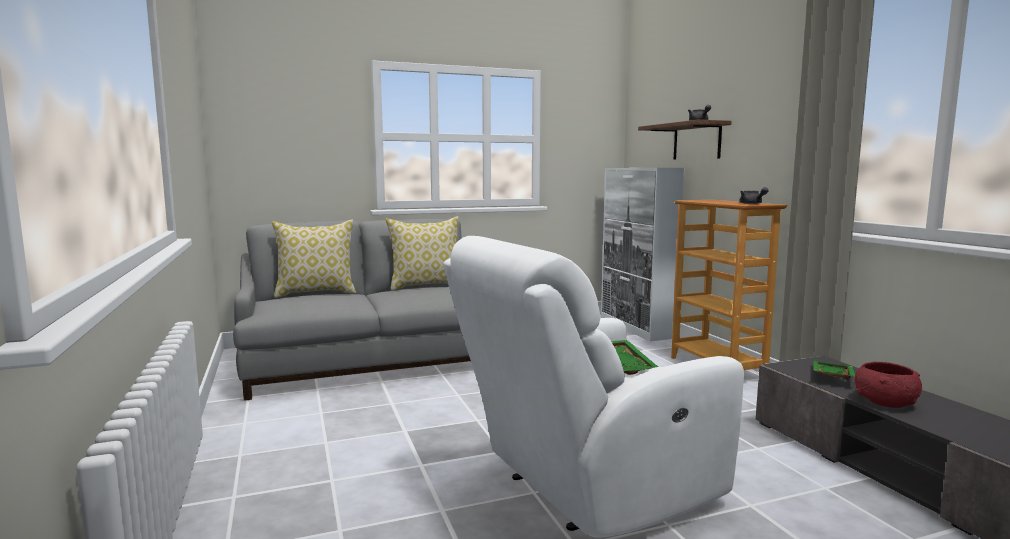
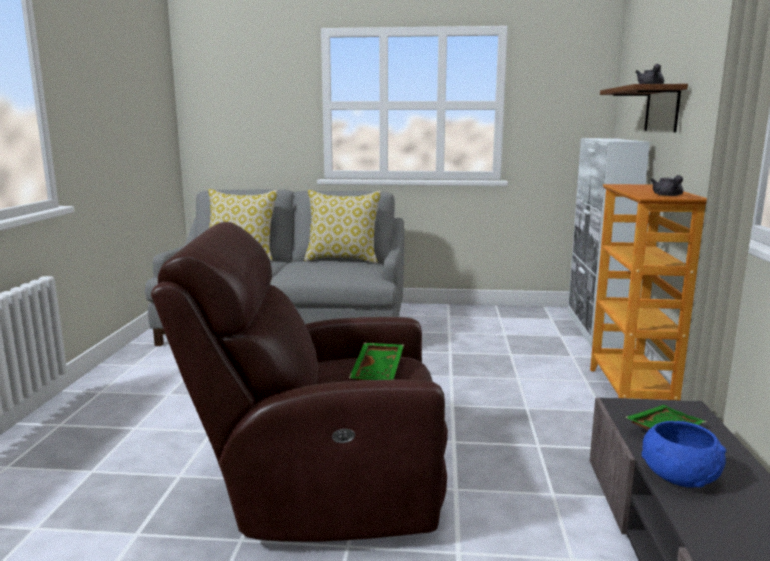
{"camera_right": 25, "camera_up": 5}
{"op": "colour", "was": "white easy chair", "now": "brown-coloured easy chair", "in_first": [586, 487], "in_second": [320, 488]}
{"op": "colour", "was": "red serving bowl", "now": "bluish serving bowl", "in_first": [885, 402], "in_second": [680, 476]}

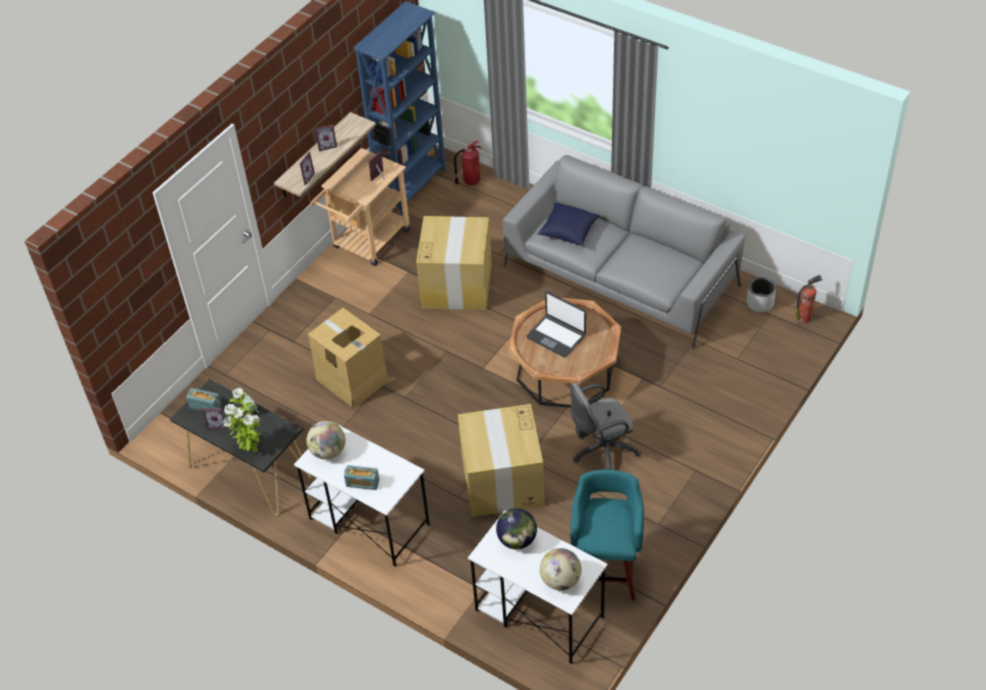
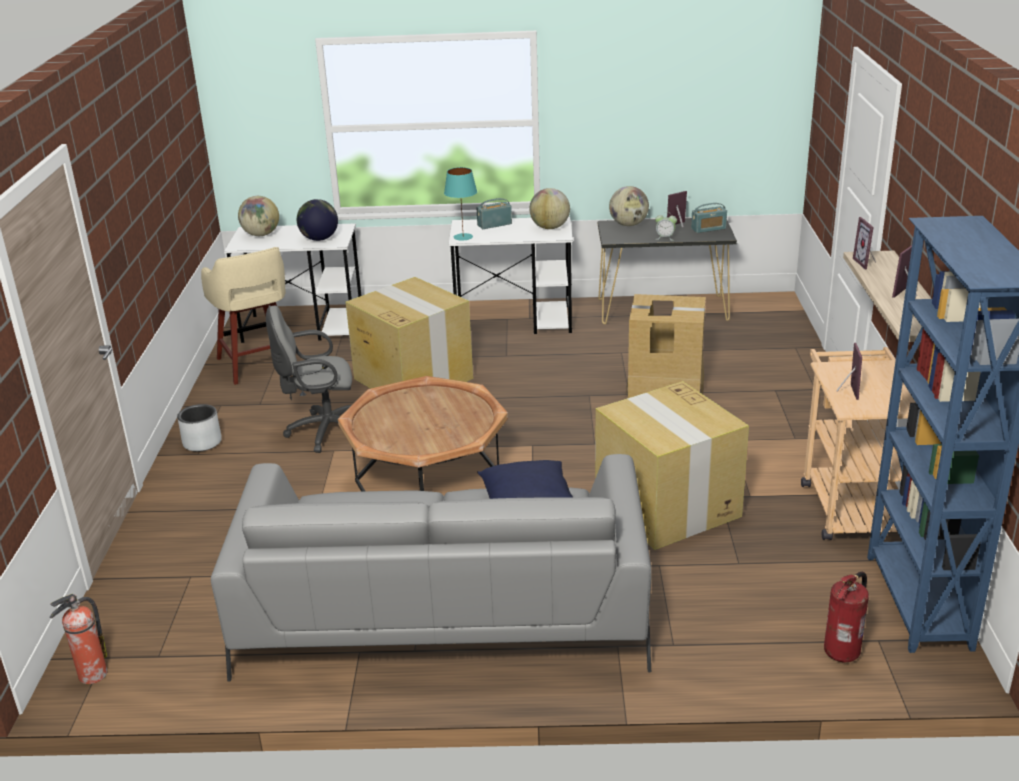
{"camera_right": 145, "camera_up": -20}
{"op": "missing", "was": "notebook computer", "in_first": [556, 336]}
{"op": "appeared", "now": "turquoise-coloured table lamp", "in_second": [463, 237]}
{"op": "relocated", "was": "greyish flower pot", "in_first": [760, 303], "in_second": [202, 443]}
{"op": "exchanged", "was": "plant in a pot", "now": "desk globe", "in_first": [250, 448], "in_second": [628, 225]}
{"op": "colour", "was": "turquoise-coloured sitting stool", "now": "beige sitting stool", "in_first": [606, 569], "in_second": [257, 365]}
{"op": "spun", "was": "greyish office chair", "in_first": [601, 451], "in_second": [323, 431], "clockwise": -135}

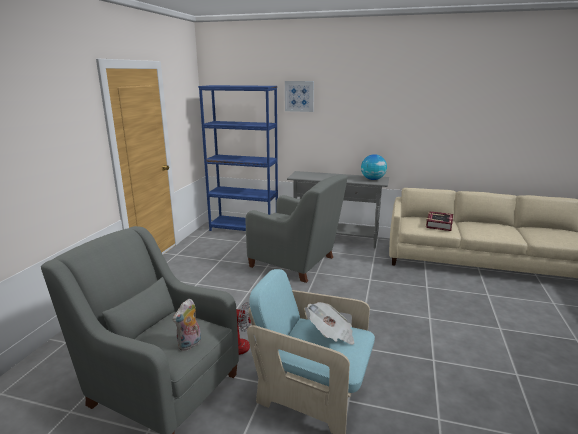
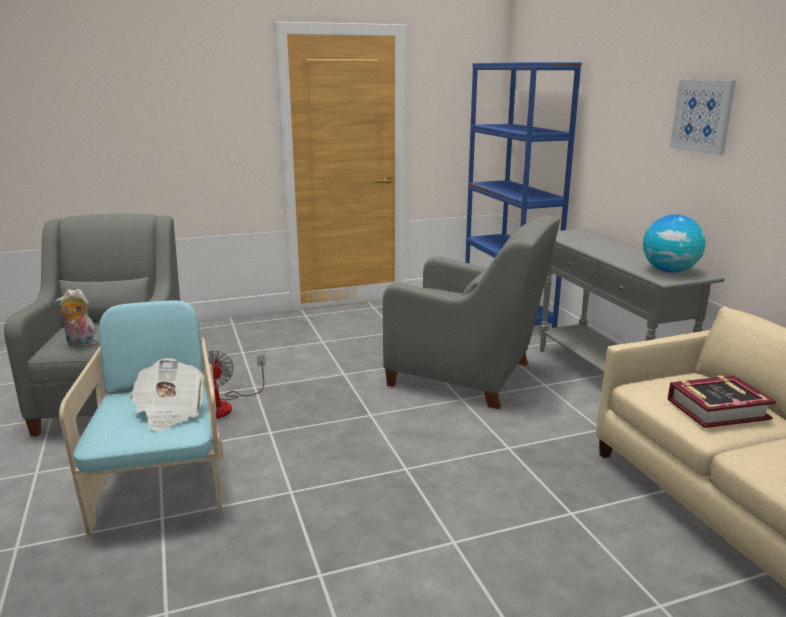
{"camera_right": 55, "camera_up": 0}
{"op": "relocated", "was": "wall art", "in_first": [299, 96], "in_second": [702, 116]}
{"op": "spun", "was": "greyish easy chair", "in_first": [295, 263], "in_second": [466, 375], "clockwise": -60}

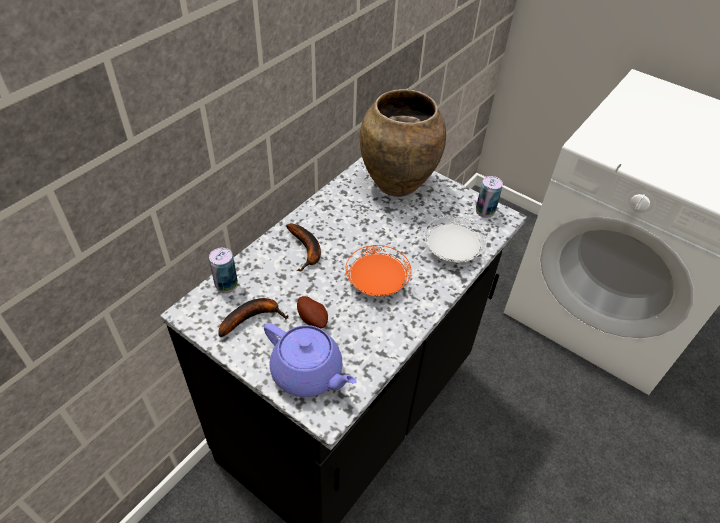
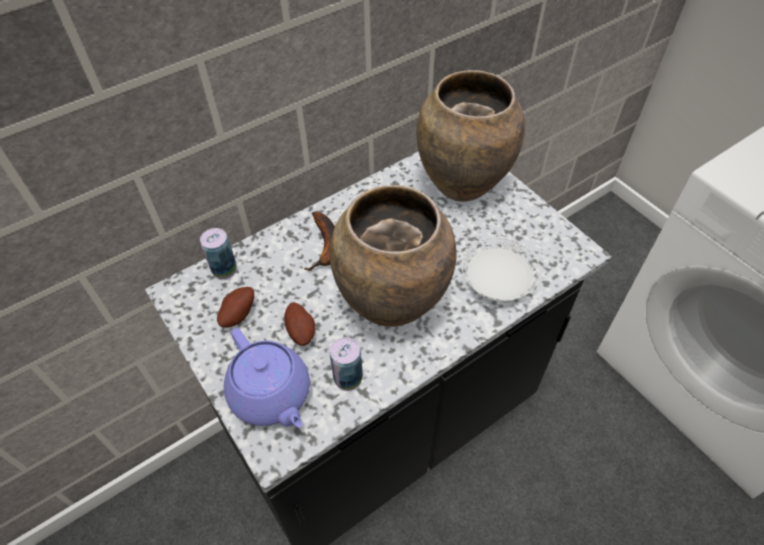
{"camera_right": 20, "camera_up": 5}
{"op": "relocated", "was": "can", "in_first": [485, 211], "in_second": [348, 378]}
{"op": "exchanged", "was": "banana fruit", "now": "potato", "in_first": [253, 317], "in_second": [237, 314]}
{"op": "exchanged", "was": "orange-coloured plate", "now": "brown-coloured decorative vase", "in_first": [377, 282], "in_second": [391, 303]}

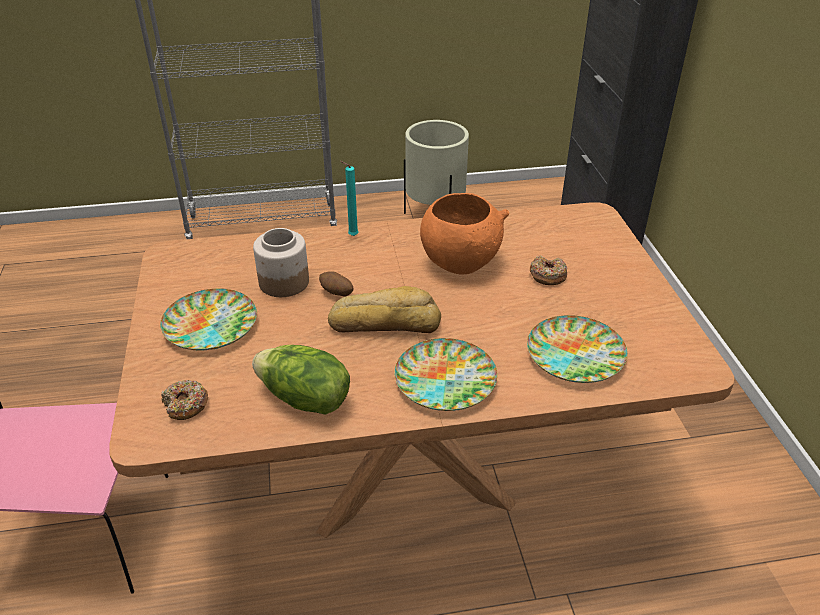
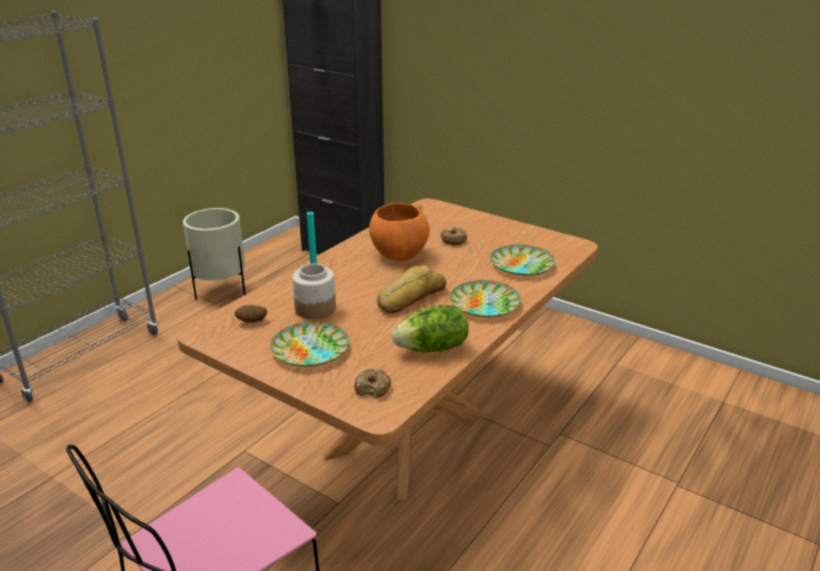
{"camera_right": -45, "camera_up": -10}
{"op": "relocated", "was": "potato", "in_first": [336, 293], "in_second": [252, 322]}

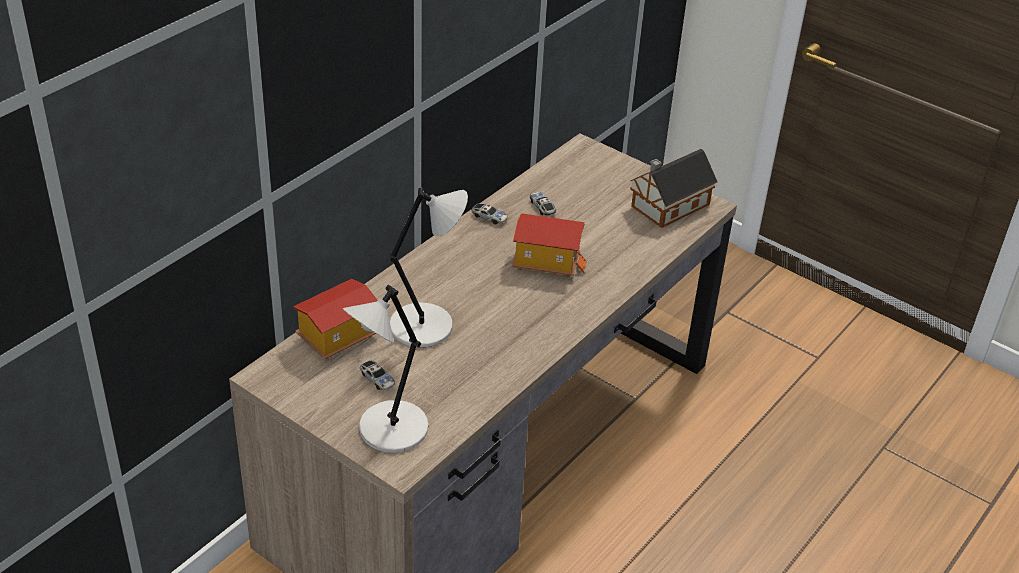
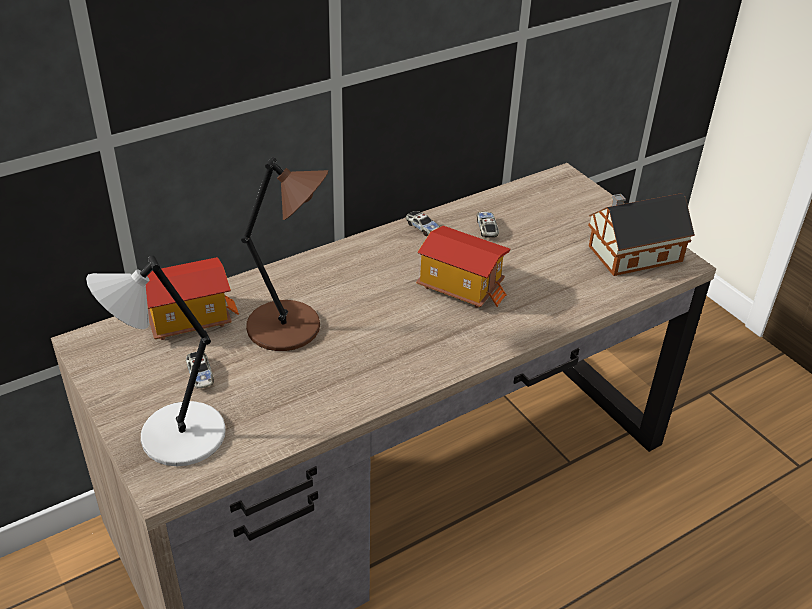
{"camera_right": 20, "camera_up": 0}
{"op": "colour", "was": "greyish table lamp", "now": "brown-coloured table lamp", "in_first": [425, 326], "in_second": [288, 328]}

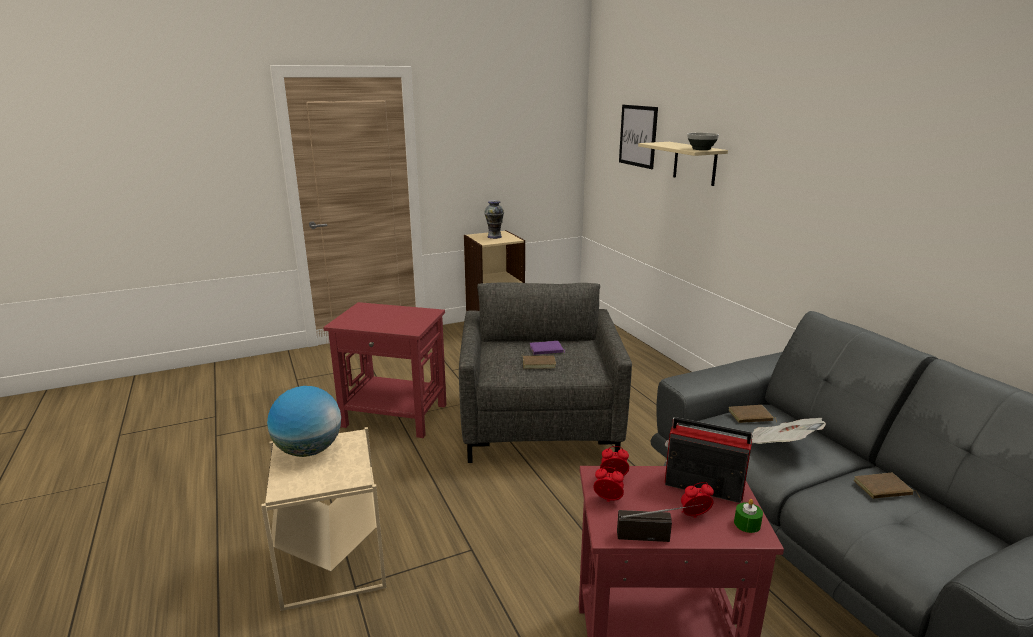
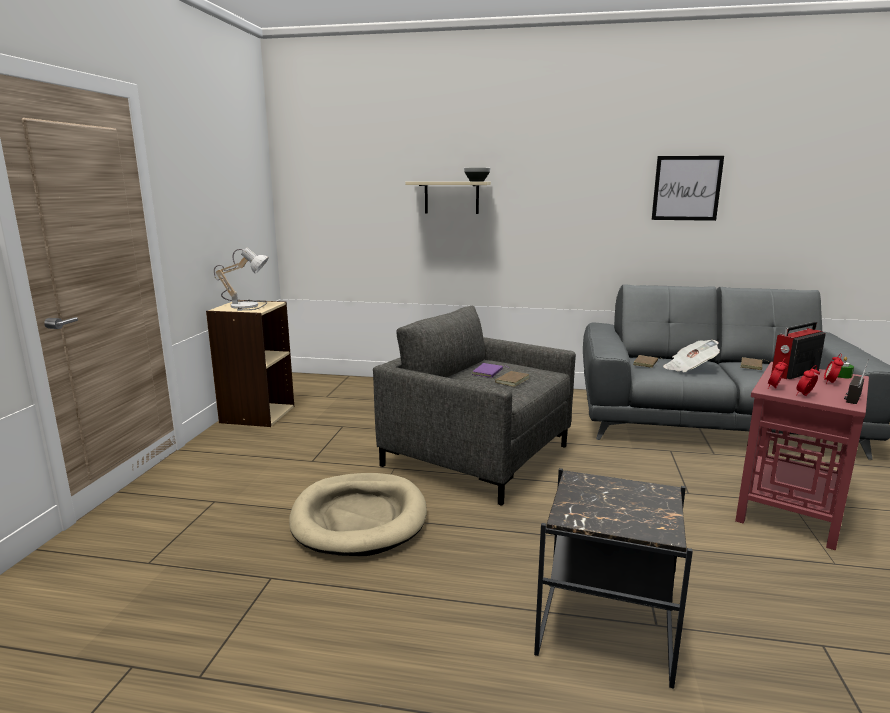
{"camera_right": -55, "camera_up": -5}
{"op": "missing", "was": "desk globe", "in_first": [309, 450]}
{"op": "relocated", "was": "wall art", "in_first": [638, 136], "in_second": [686, 188]}
{"op": "exchanged", "was": "red end table", "now": "beige dog cushion", "in_first": [394, 416], "in_second": [359, 518]}
{"op": "exchanged", "was": "decorative vase", "now": "table lamp", "in_first": [494, 236], "in_second": [247, 305]}
{"op": "colour", "was": "beige end table", "now": "black-coloured end table", "in_first": [334, 560], "in_second": [604, 628]}

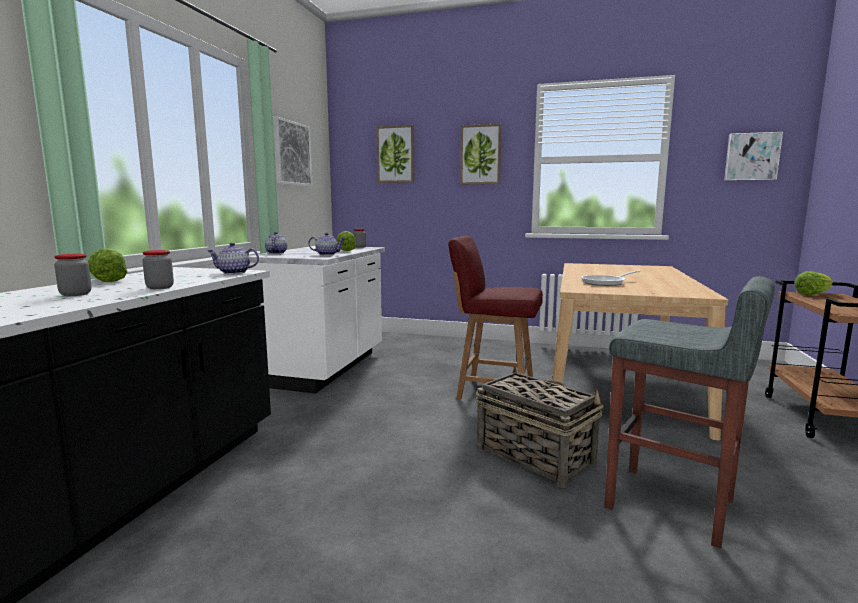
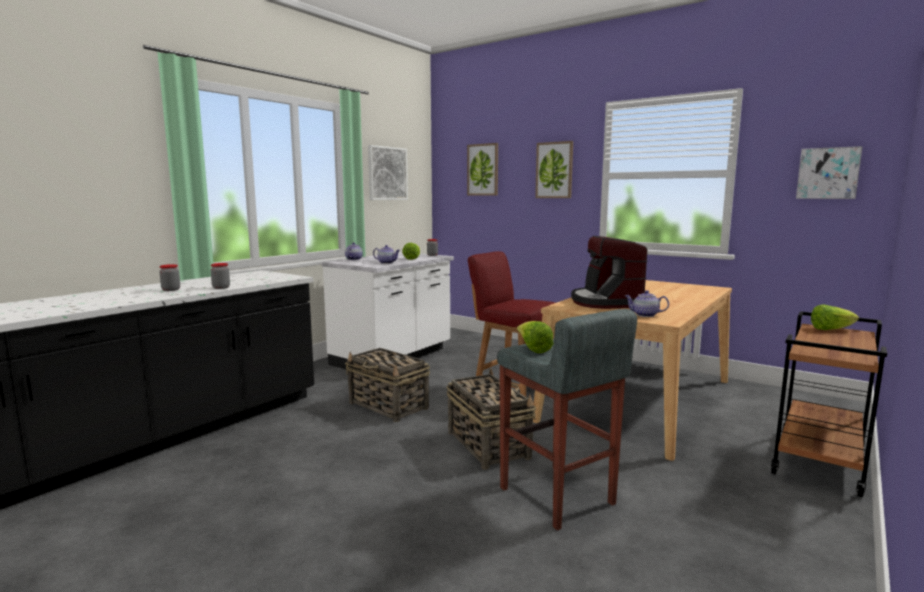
{"camera_right": 20, "camera_up": 0}
{"op": "appeared", "now": "storage basket", "in_second": [389, 406]}
{"op": "relocated", "was": "lettuce head", "in_first": [108, 281], "in_second": [533, 349]}
{"op": "relocated", "was": "pot for tea", "in_first": [233, 273], "in_second": [645, 315]}
{"op": "exchanged", "was": "skillet", "now": "coffee machine", "in_first": [606, 283], "in_second": [606, 302]}

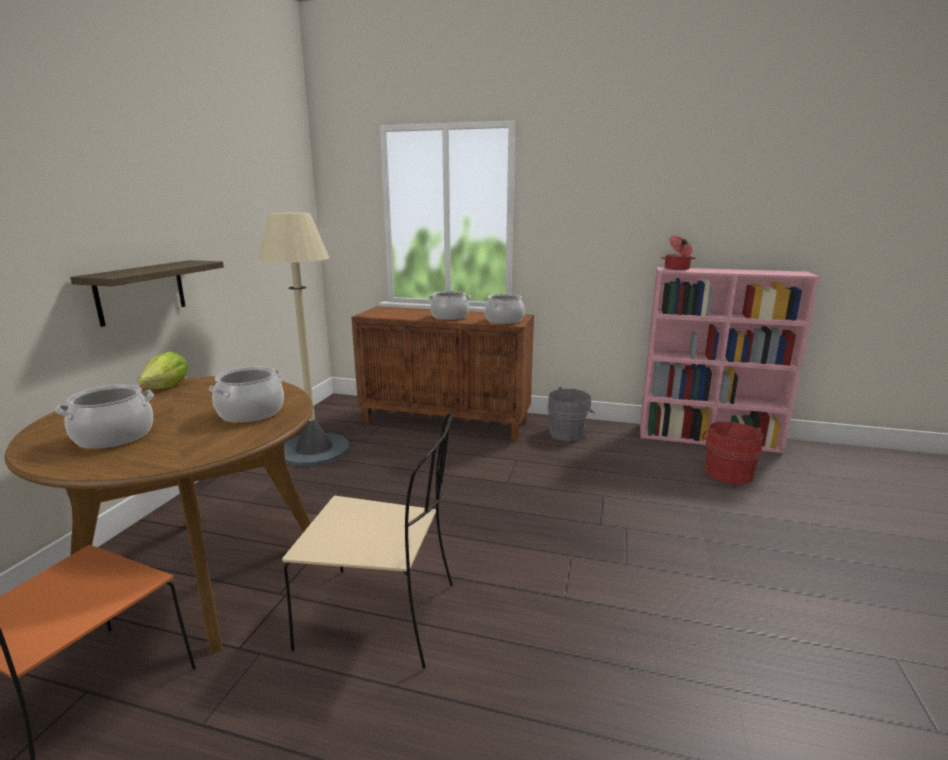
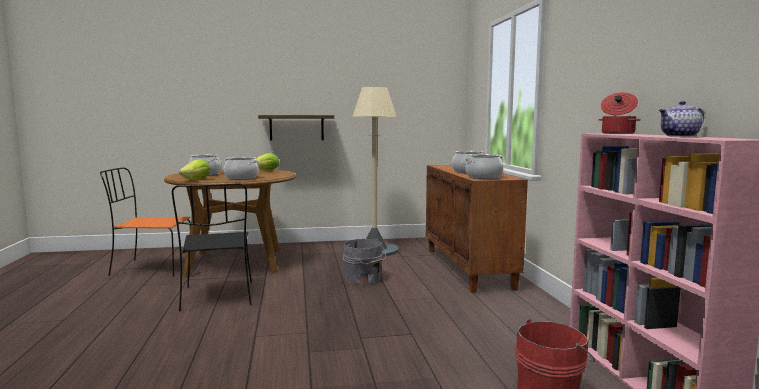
{"camera_right": 65, "camera_up": -10}
{"op": "appeared", "now": "lettuce head", "in_second": [196, 180]}
{"op": "appeared", "now": "pot for tea", "in_second": [679, 136]}
{"op": "relocated", "was": "greyish bucket", "in_first": [569, 432], "in_second": [363, 279]}
{"op": "colour", "was": "beige chair", "now": "black-coloured chair", "in_first": [382, 616], "in_second": [218, 297]}

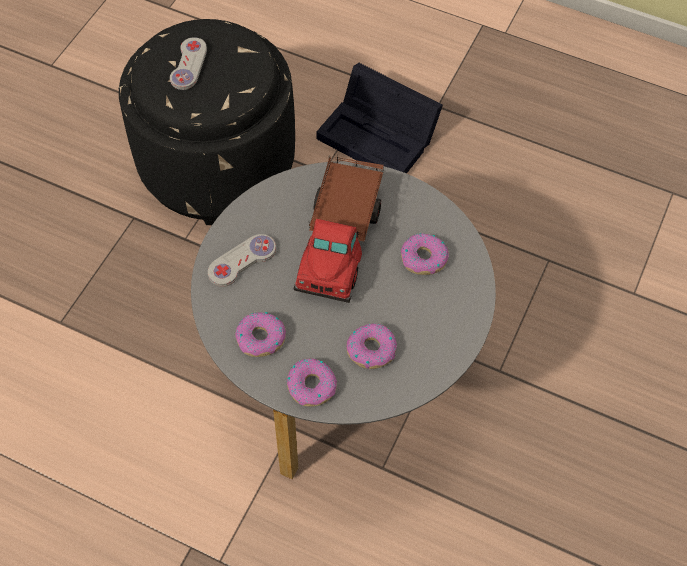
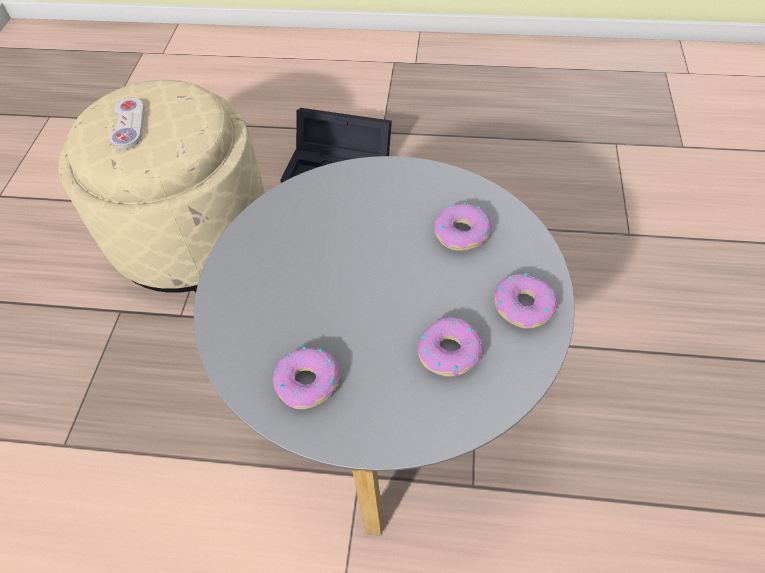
{"camera_right": -15, "camera_up": -5}
{"op": "missing", "was": "white gamepad", "in_first": [242, 261]}
{"op": "missing", "was": "toy truck", "in_first": [341, 238]}
{"op": "relocated", "was": "donut", "in_first": [311, 385], "in_second": [523, 305]}
{"op": "colour", "was": "black-coloured ottoman", "now": "beige ottoman", "in_first": [217, 164], "in_second": [193, 236]}

